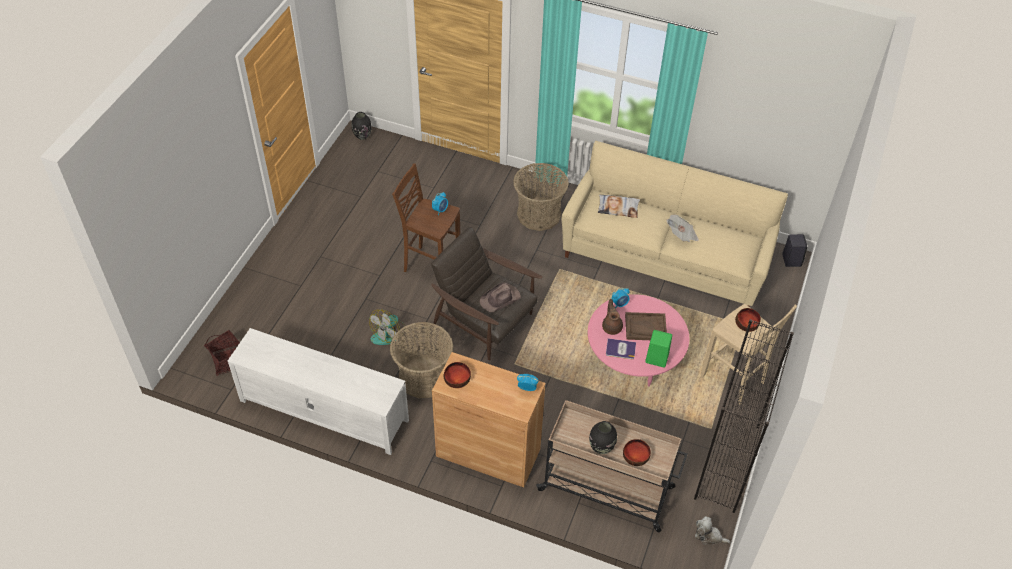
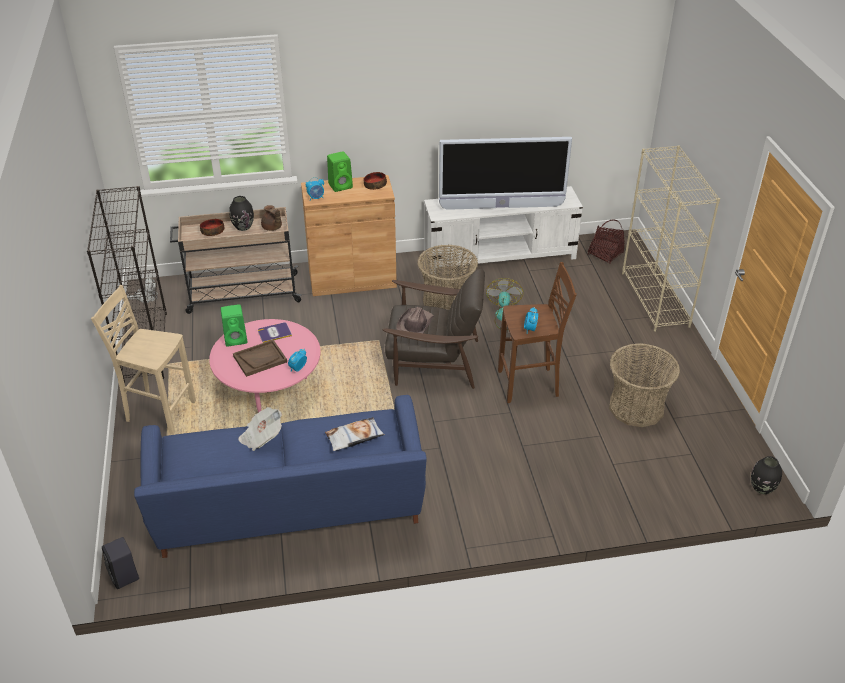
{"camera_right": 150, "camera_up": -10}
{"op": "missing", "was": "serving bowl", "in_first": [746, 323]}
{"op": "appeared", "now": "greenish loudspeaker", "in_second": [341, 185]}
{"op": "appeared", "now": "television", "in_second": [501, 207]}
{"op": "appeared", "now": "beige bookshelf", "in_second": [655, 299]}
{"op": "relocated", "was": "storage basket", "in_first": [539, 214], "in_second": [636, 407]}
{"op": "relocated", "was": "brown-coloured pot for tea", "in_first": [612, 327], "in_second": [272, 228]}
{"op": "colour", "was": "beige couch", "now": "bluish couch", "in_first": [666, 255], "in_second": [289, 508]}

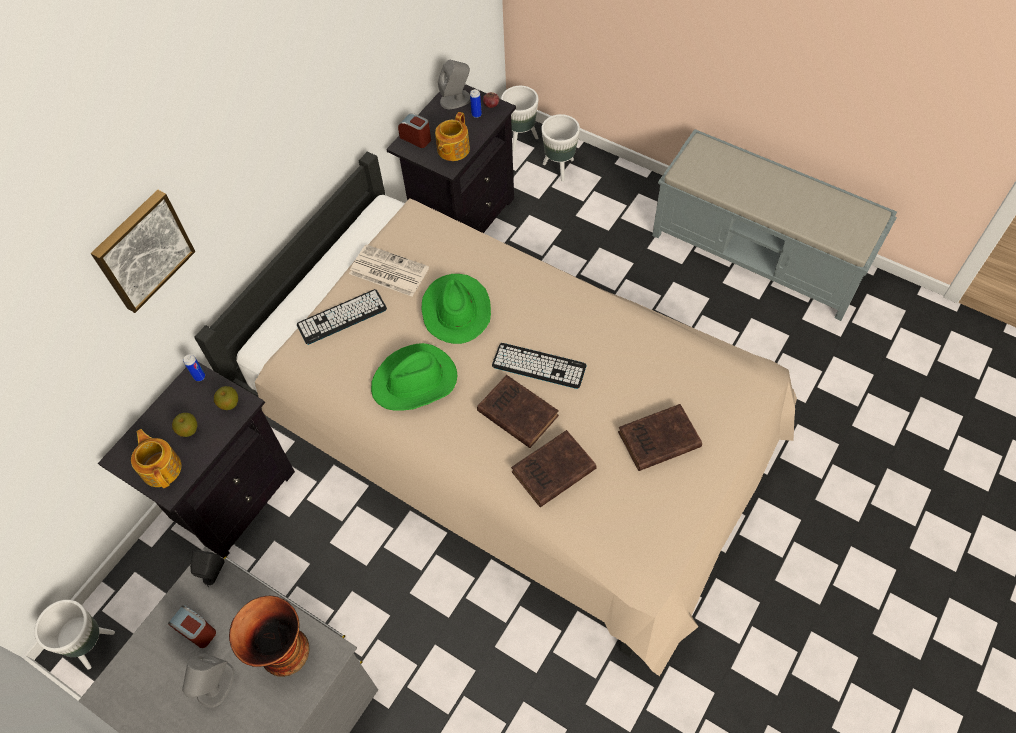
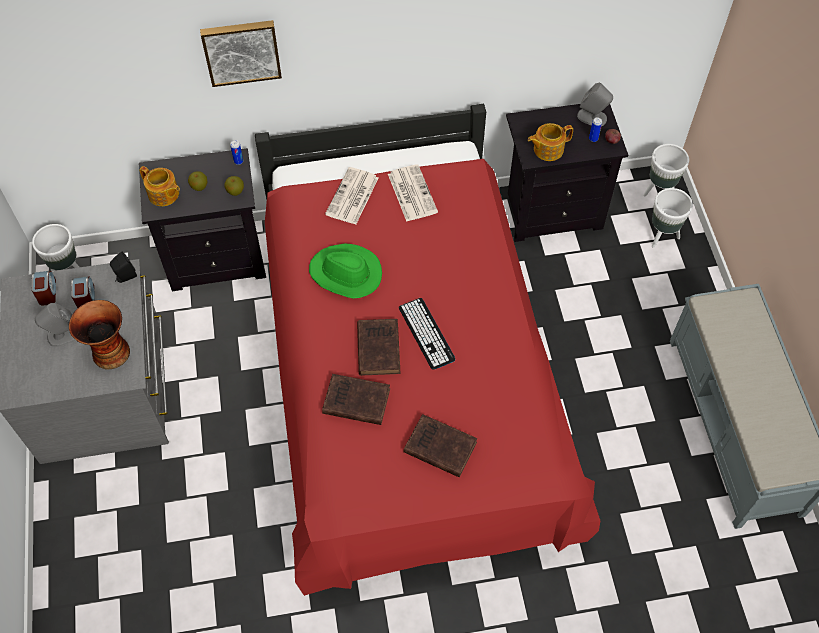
{"camera_right": 45, "camera_up": 0}
{"op": "missing", "was": "greenish clothing hat", "in_first": [456, 310]}
{"op": "relocated", "was": "bedside clock", "in_first": [416, 138], "in_second": [47, 292]}
{"op": "exchanged", "was": "PC keyboard", "now": "printed paper", "in_first": [342, 317], "in_second": [352, 197]}
{"op": "colour", "was": "beige bedroom bed", "now": "red bedroom bed", "in_first": [511, 439], "in_second": [408, 381]}
{"op": "spun", "was": "pot for tea", "in_first": [161, 467], "in_second": [164, 194], "clockwise": 105}

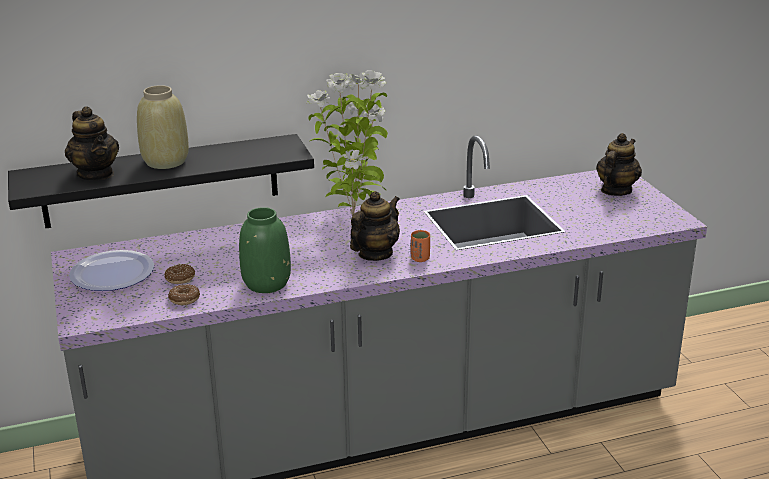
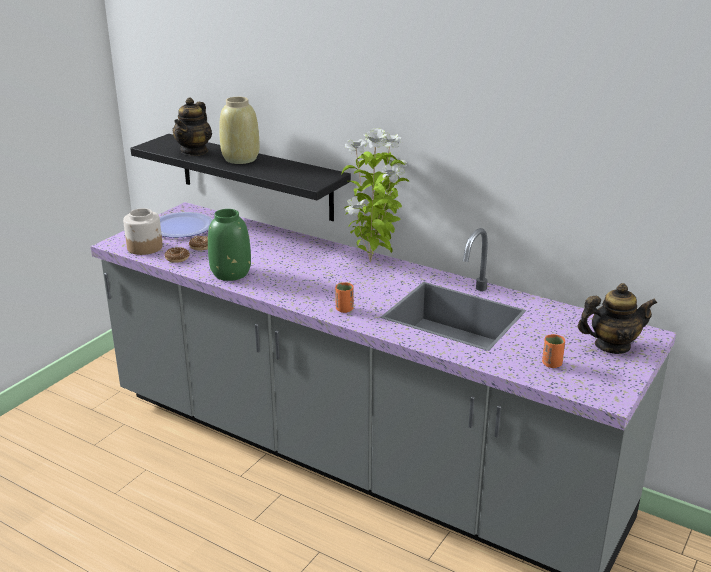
{"camera_right": 50, "camera_up": 0}
{"op": "missing", "was": "pot for tea", "in_first": [375, 254]}
{"op": "appeared", "now": "preserve jar", "in_second": [145, 247]}
{"op": "appeared", "now": "orange-coloured cup", "in_second": [551, 364]}

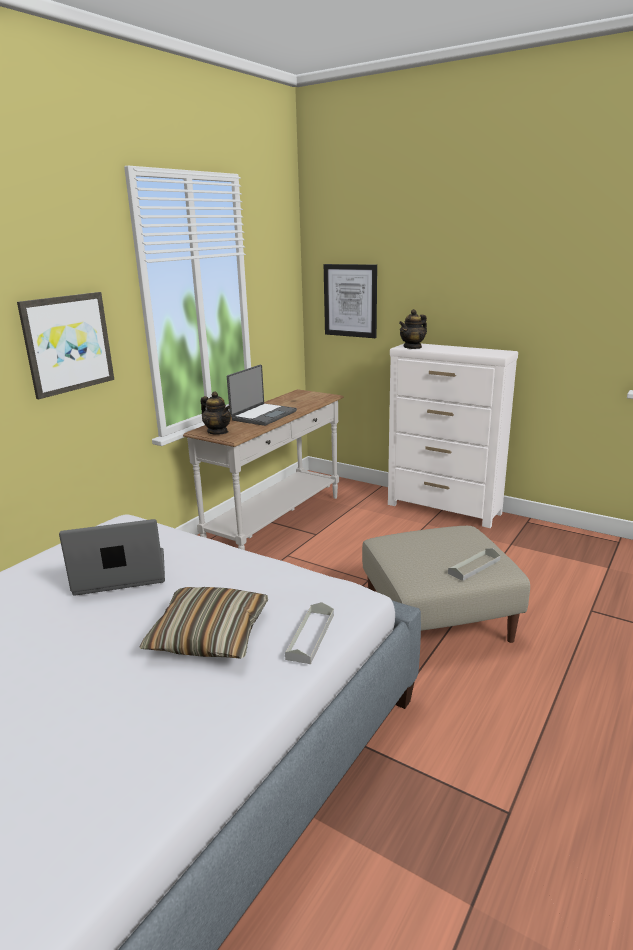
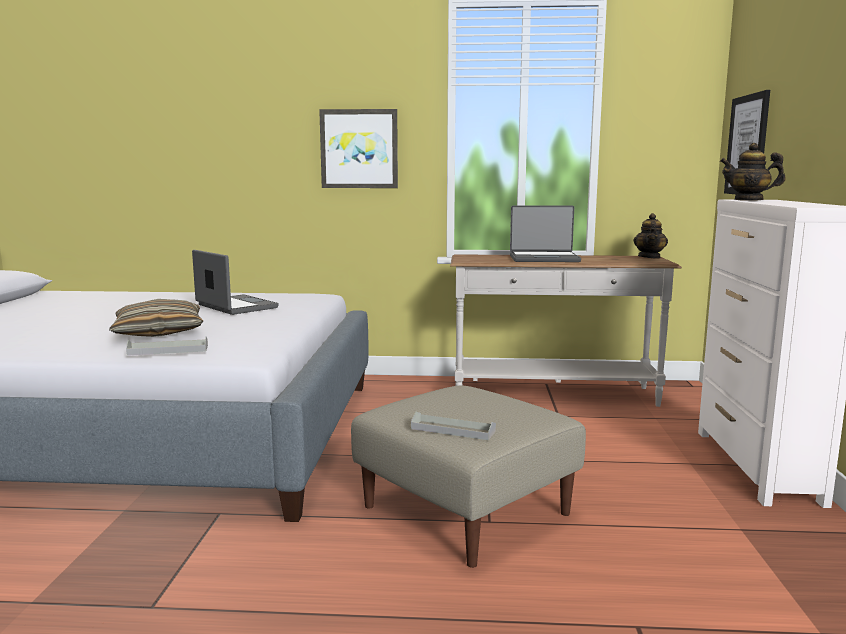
{"camera_right": 60, "camera_up": -10}
{"op": "relocated", "was": "pot for tea", "in_first": [218, 432], "in_second": [649, 257]}

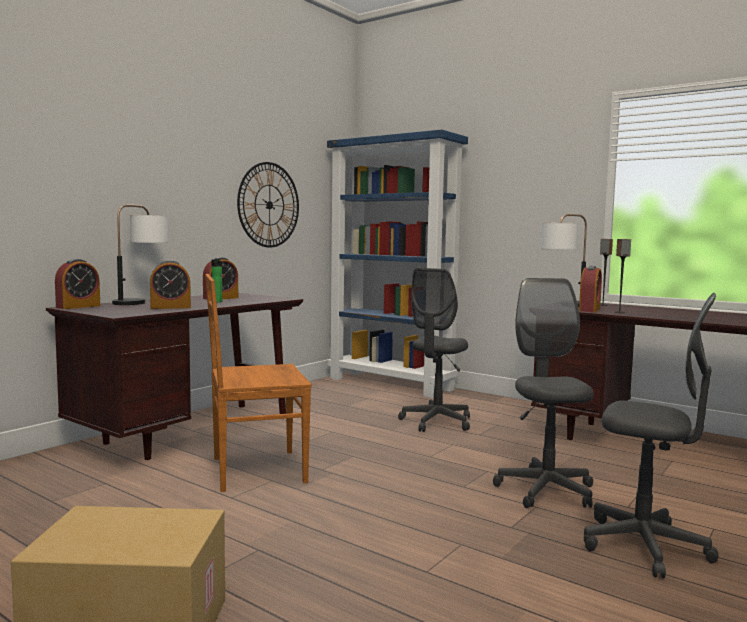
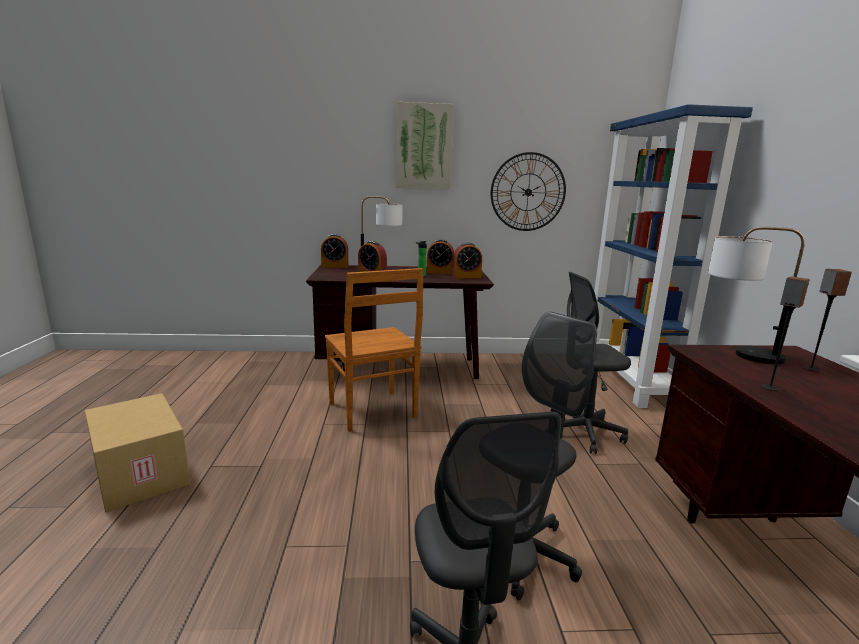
{"camera_right": 50, "camera_up": 10}
{"op": "appeared", "now": "wall art", "in_second": [424, 147]}
{"op": "relocated", "was": "bedside clock", "in_first": [589, 310], "in_second": [466, 277]}
{"op": "spun", "was": "brown-coloured chair", "in_first": [255, 470], "in_second": [373, 411], "clockwise": -150}

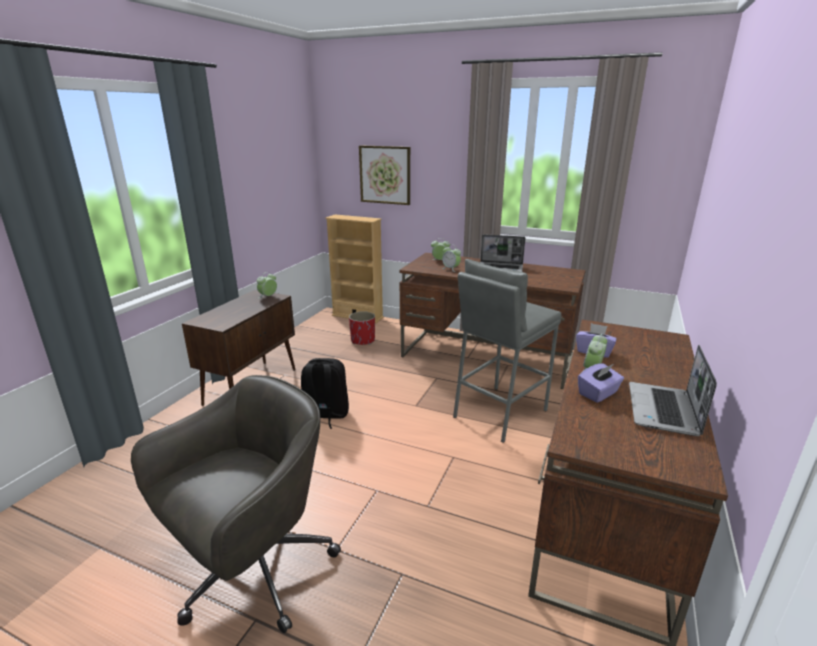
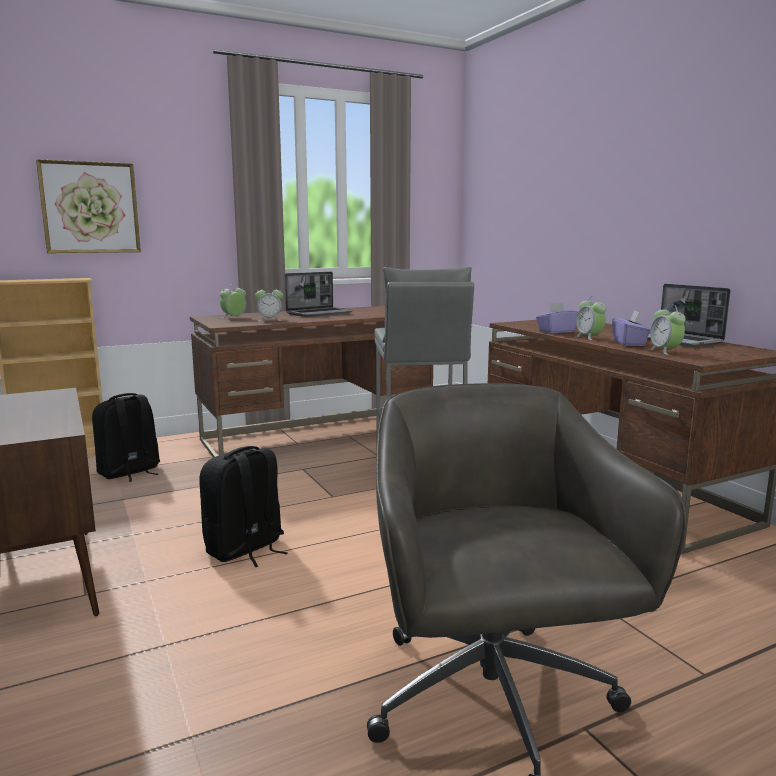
{"camera_right": -50, "camera_up": -10}
{"op": "relocated", "was": "bedside clock", "in_first": [268, 296], "in_second": [665, 351]}
{"op": "exchanged", "was": "red flower pot", "now": "black-coloured rucksack", "in_first": [362, 340], "in_second": [129, 472]}

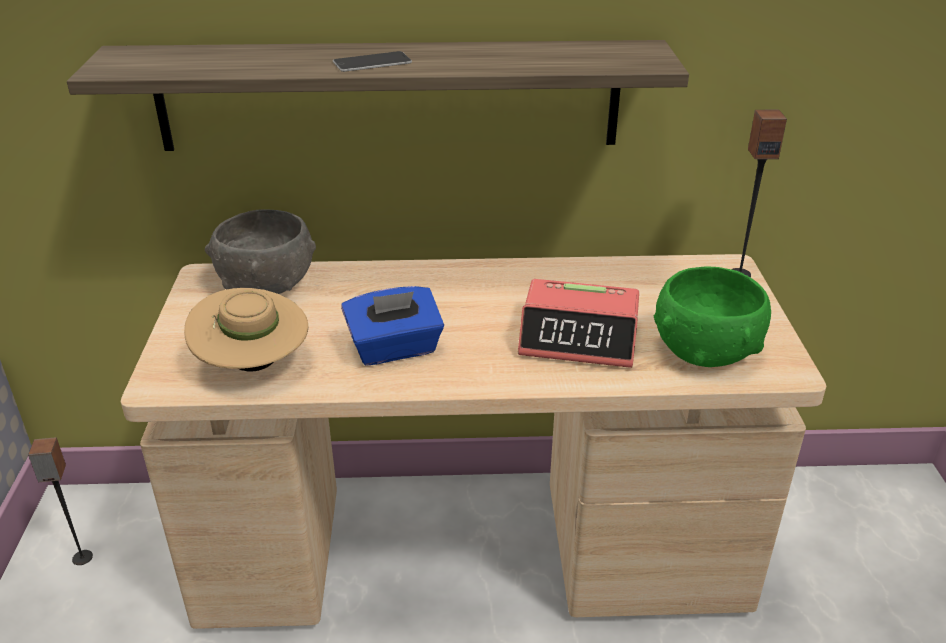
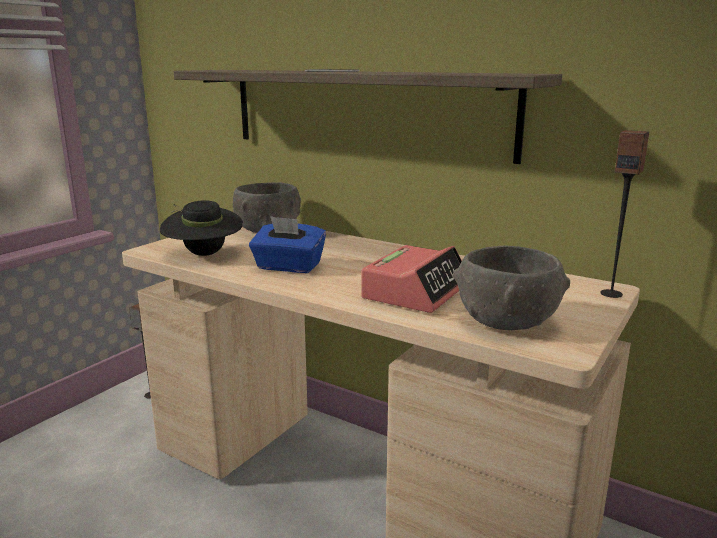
{"camera_right": 35, "camera_up": -15}
{"op": "colour", "was": "beige clothing hat", "now": "black-coloured clothing hat", "in_first": [253, 365], "in_second": [204, 254]}
{"op": "colour", "was": "greenish serving bowl", "now": "greyish serving bowl", "in_first": [705, 350], "in_second": [506, 321]}
{"op": "spun", "was": "bedside clock", "in_first": [579, 337], "in_second": [416, 291], "clockwise": -105}

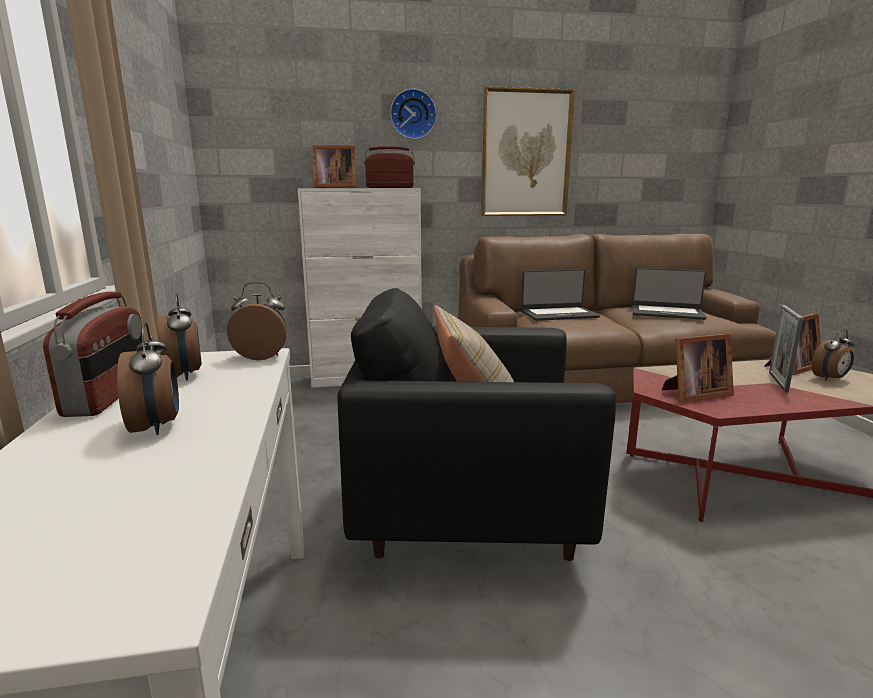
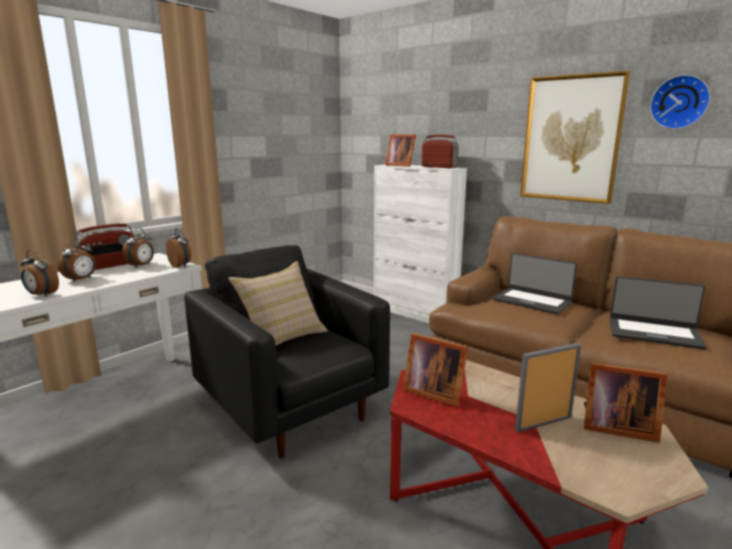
{"camera_right": 50, "camera_up": 0}
{"op": "relocated", "was": "clock on the wall", "in_first": [413, 114], "in_second": [679, 102]}
{"op": "relocated", "was": "bedside clock", "in_first": [830, 378], "in_second": [41, 295]}
{"op": "spun", "was": "notebook computer", "in_first": [666, 313], "in_second": [654, 333], "clockwise": -45}

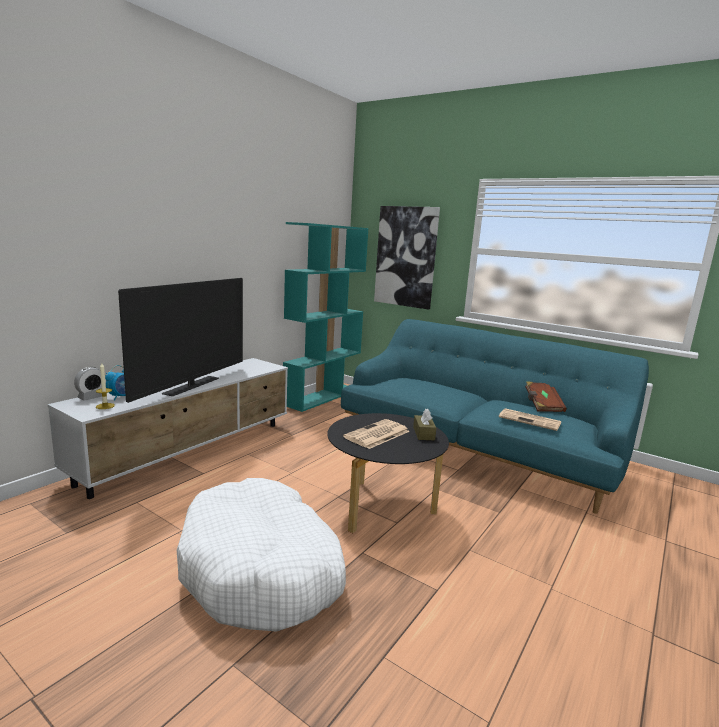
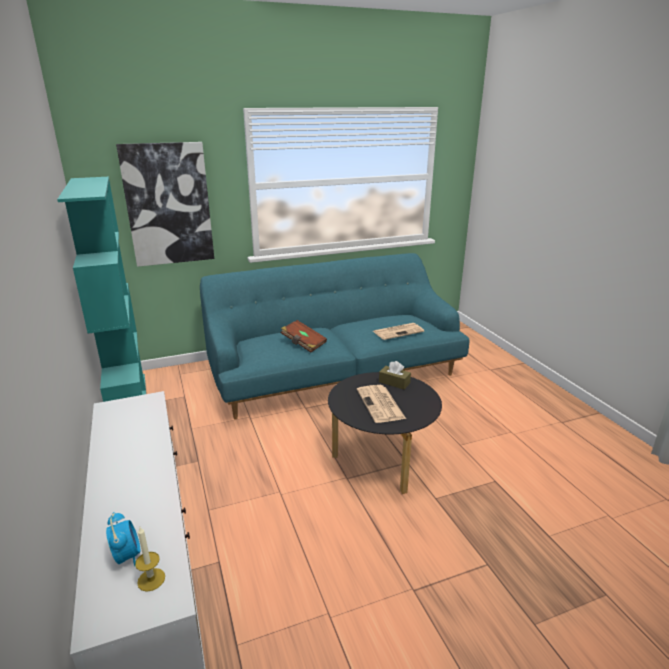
{"camera_right": -55, "camera_up": 10}
{"op": "missing", "was": "bedside clock", "in_first": [92, 397]}
{"op": "missing", "was": "television", "in_first": [192, 386]}
{"op": "missing", "was": "white dog cushion", "in_first": [262, 569]}
{"op": "relocated", "was": "brown-coloured bound book", "in_first": [542, 405], "in_second": [303, 343]}

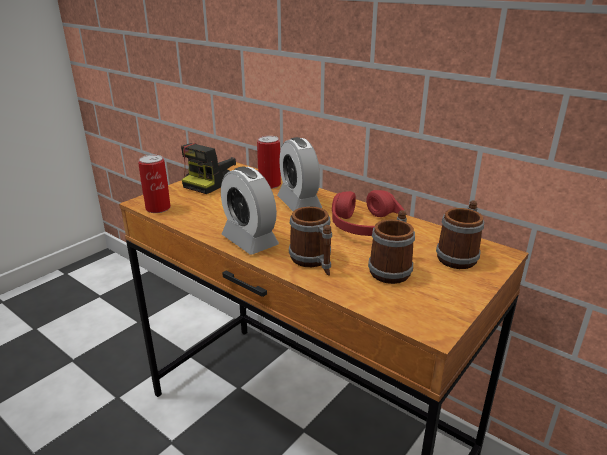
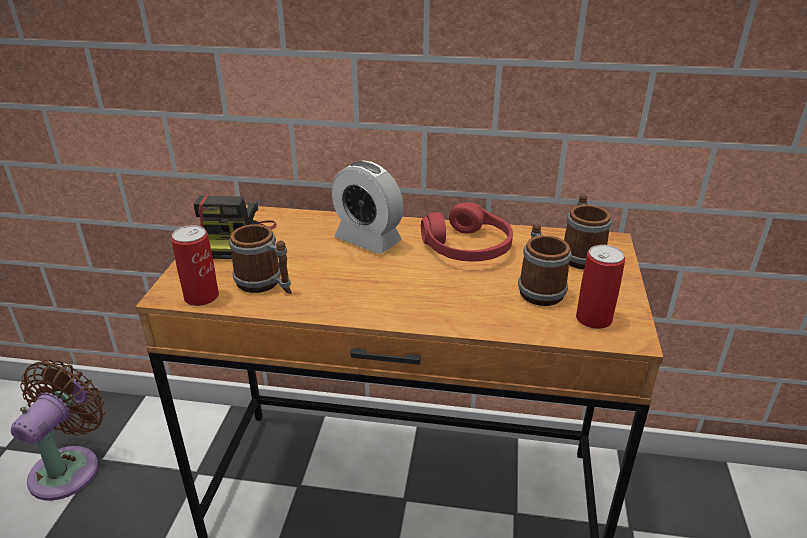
{"camera_right": -30, "camera_up": 5}
{"op": "missing", "was": "bedside clock", "in_first": [249, 241]}
{"op": "appeared", "now": "brown-coloured fan", "in_second": [69, 467]}
{"op": "relocated", "was": "can", "in_first": [269, 184], "in_second": [593, 319]}
{"op": "relocated", "was": "tea mug", "in_first": [314, 262], "in_second": [265, 284]}

